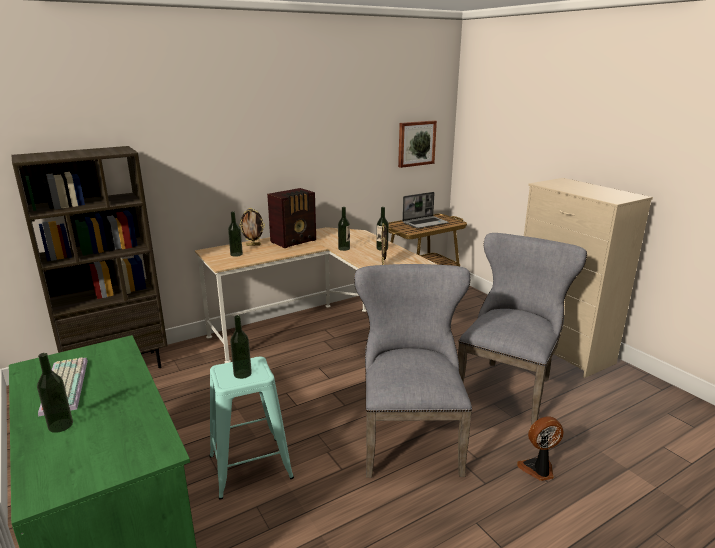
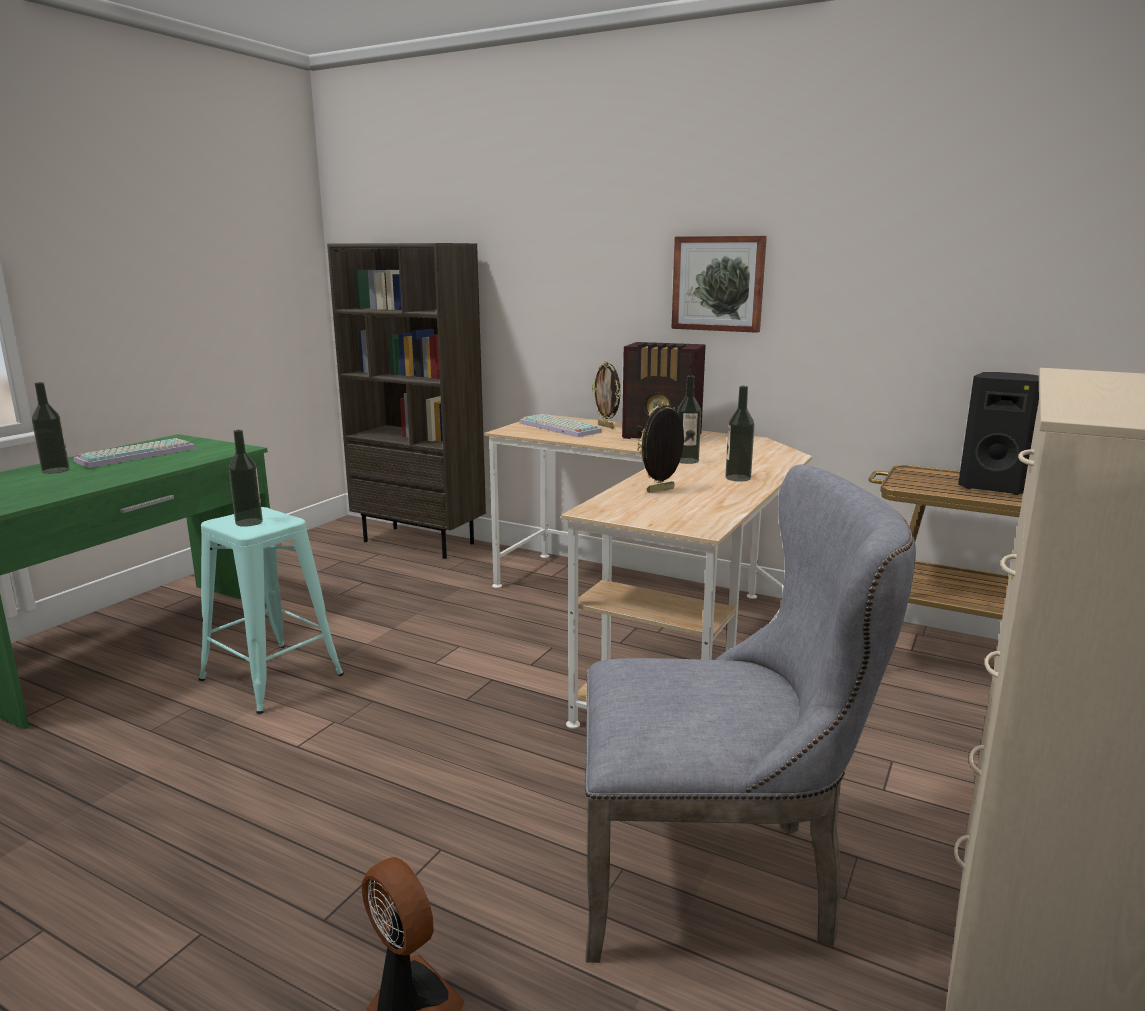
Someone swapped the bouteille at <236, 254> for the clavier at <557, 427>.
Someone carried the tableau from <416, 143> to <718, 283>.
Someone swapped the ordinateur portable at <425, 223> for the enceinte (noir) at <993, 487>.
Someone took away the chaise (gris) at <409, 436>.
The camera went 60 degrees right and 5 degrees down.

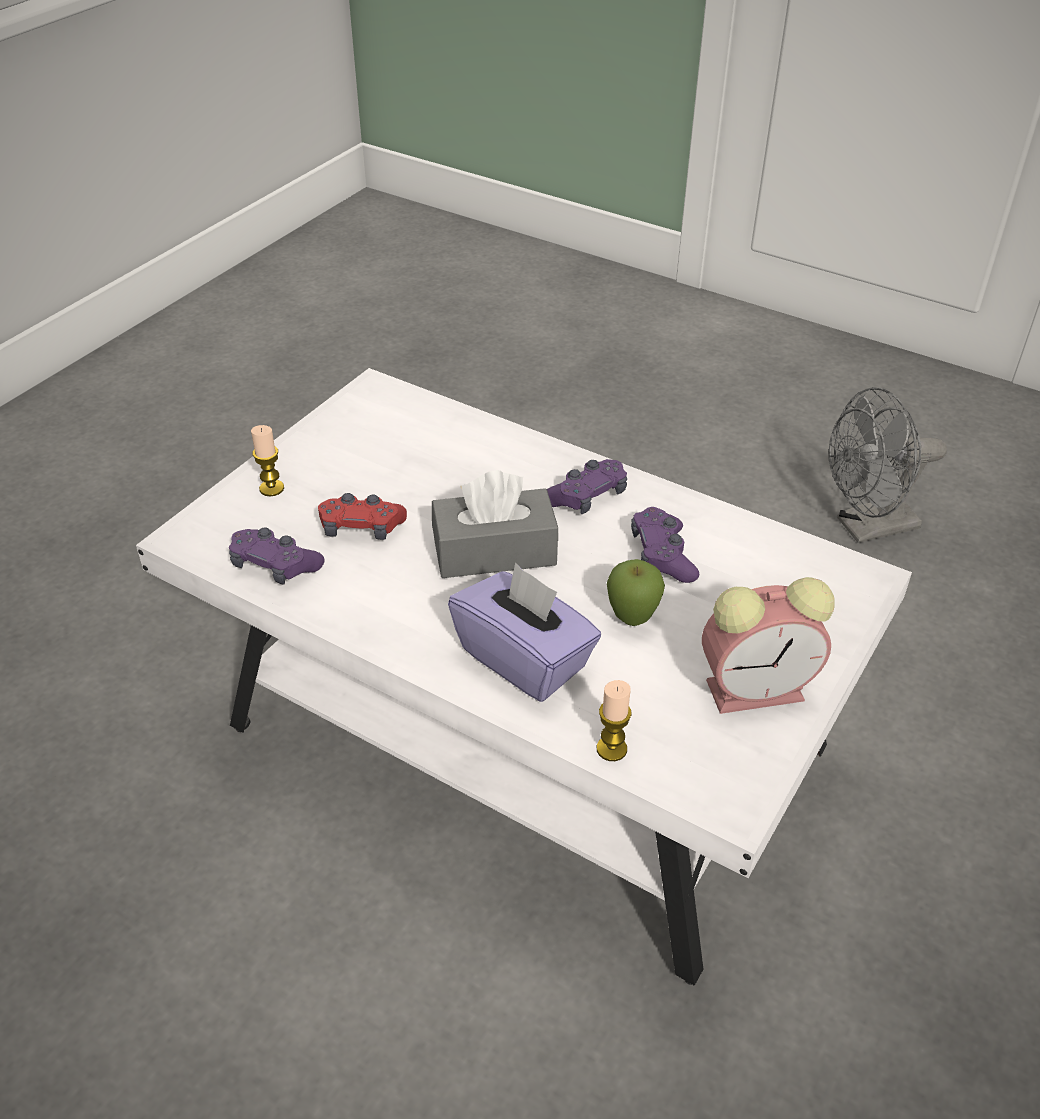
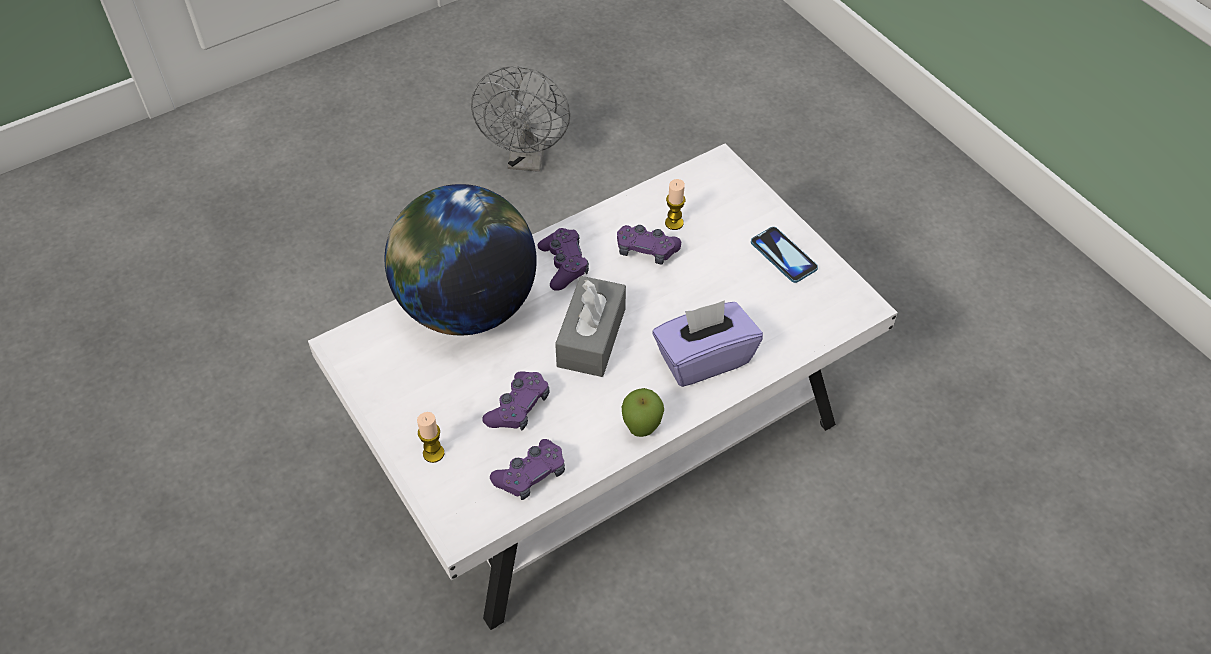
Someone put down the globe at <466, 306>.
Someone repainted the manette (rouge) at <361, 528>, which became the manette (violet) at <518, 407>.
Someone carried the pomme from <632, 620> to <641, 430>.
Someone carried the bougie from <611, 749> to <674, 223>.
Someone swapped the réveil at <758, 688> for the téléphone at <783, 256>.
The camera went 65 degrees left and 10 degrees up.

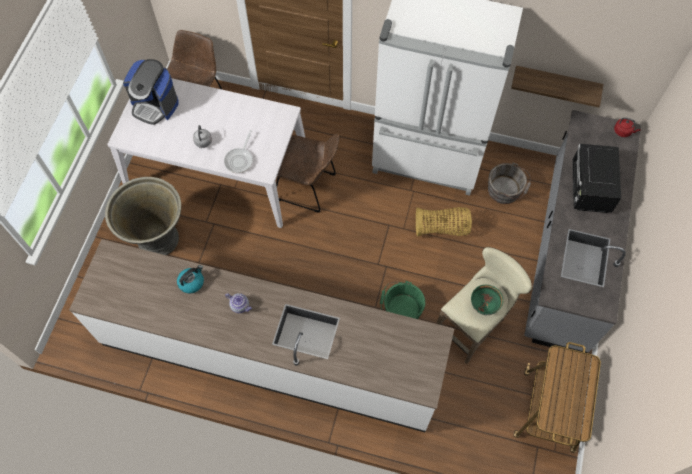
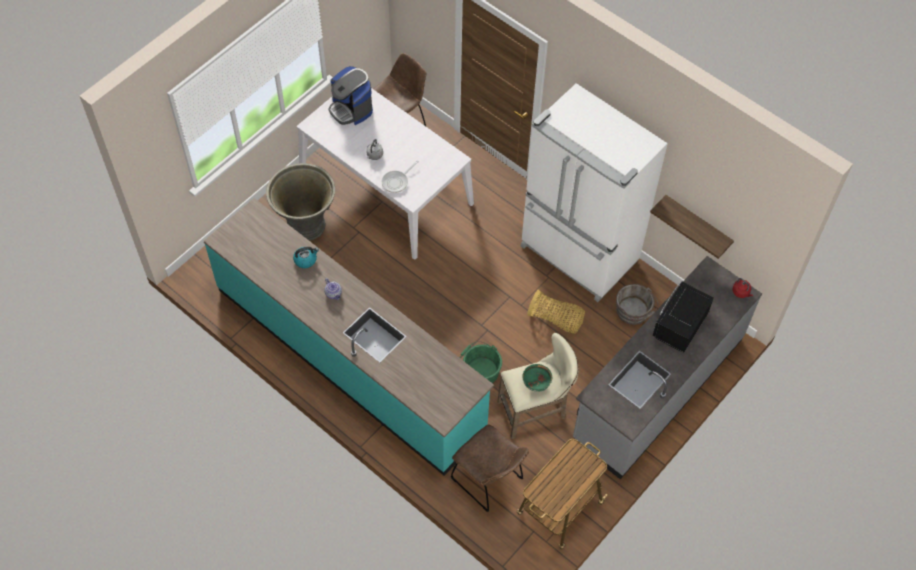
Someone repainted the comptoir de cuisine (blanc) at <270, 354>, which became the comptoir de cuisine (turquoise) at <350, 357>.
Someone carried the chaise (marron) from <309, 188> to <489, 481>.
The camera went 25 degrees right and 5 degrees down.

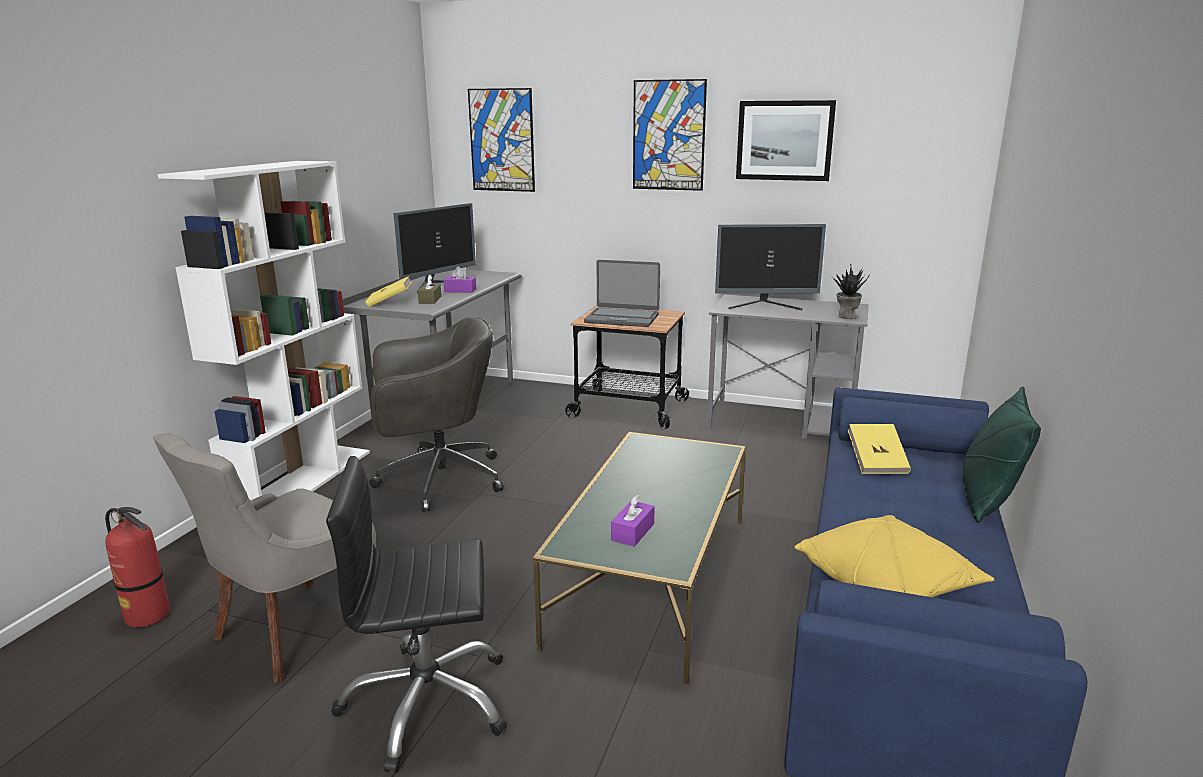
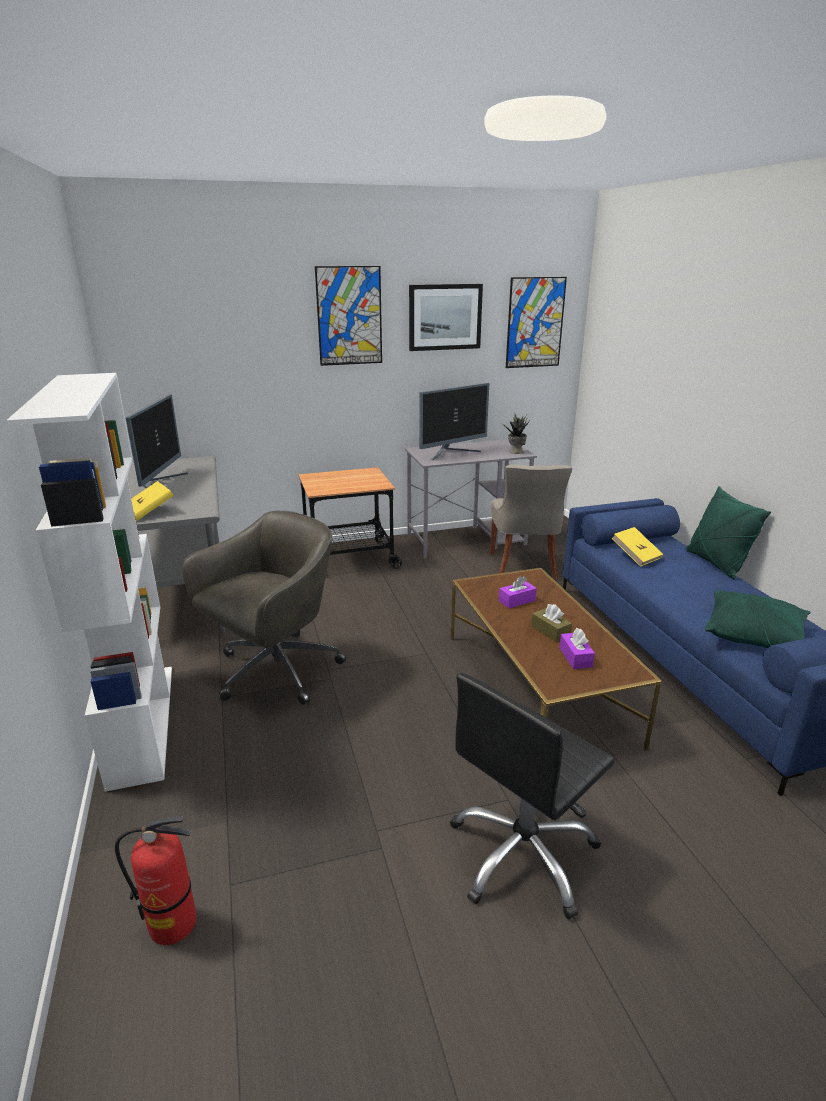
Someone repainted the table basse (vert) at <652, 578>, which became the table basse (marron) at <537, 687>.
Someone carried the chaise (gris) from <292, 632> to <524, 567>.
Someone carried the boîte à mouchoirs (violet) from <460, 290> to <516, 601>.
Someone carried the tableau from <502, 140> to <535, 323>.
Someone carried the boîte à mouchoirs (marron) from <430, 300> to <550, 631>.
Someone repainted the coussin (jaune) at <887, 584>, which became the coussin (vert) at <754, 635>.
Someone took away the ordinateur portable at <622, 318>.
The camera went 35 degrees left and 5 degrees up.

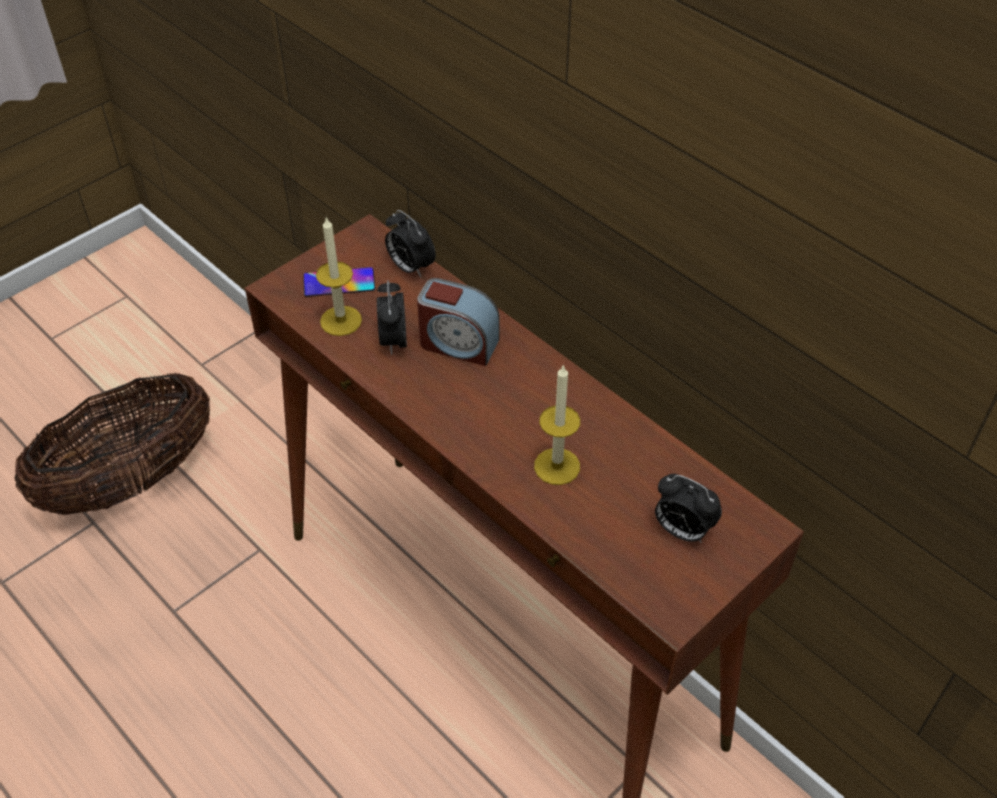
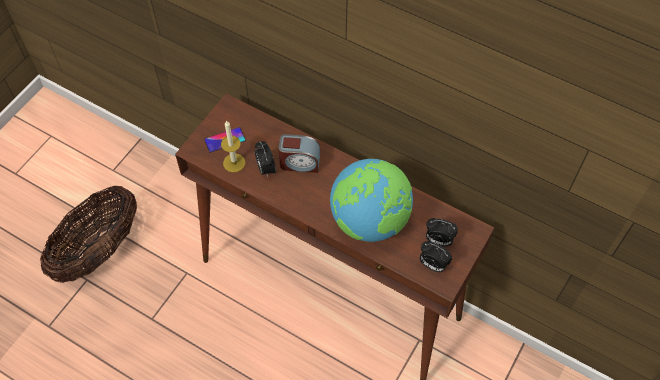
Someone swapped the bougie at <557, 466> for the globe at <370, 220>.
Someone carried the réveil from <410, 267> to <432, 265>.
The camera went 15 degrees left and 10 degrees up.

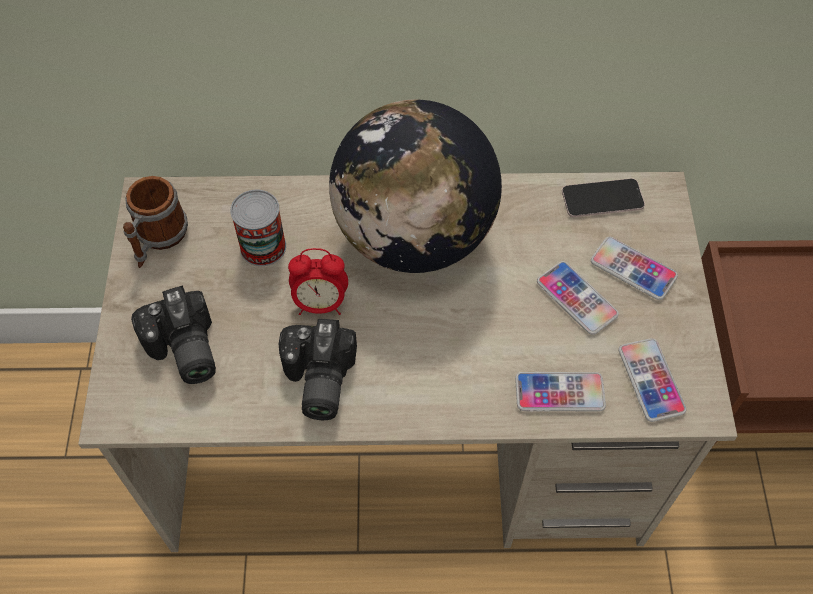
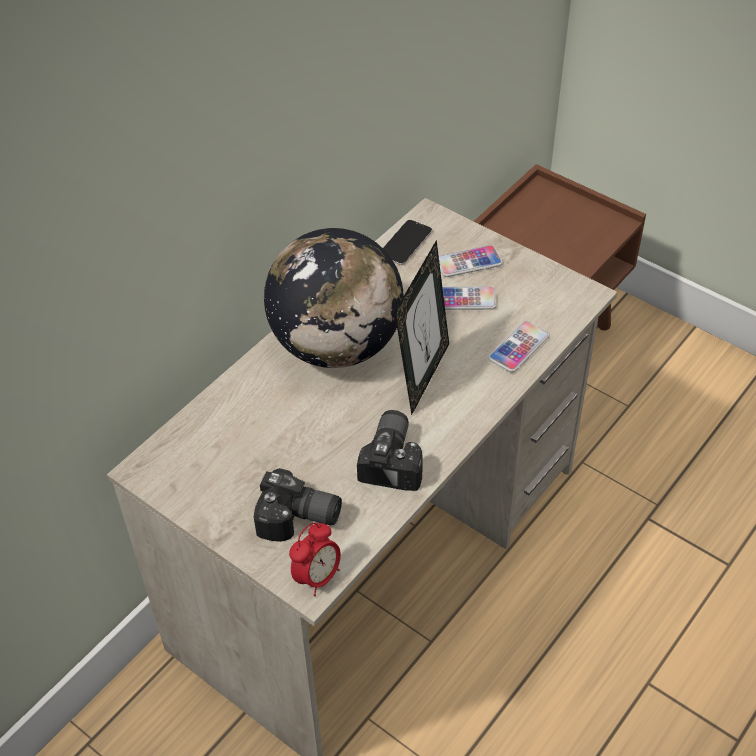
Someone carried the réveil from <320, 303> to <317, 577>.
Someone rotated the appareil photo at <316, 381> by 120 degrees counterclockwise.
Someone put down the cadre photo at <422, 376>.
Someone took away the mug at <158, 239>.
Someone took away the boîte métallique at <263, 247>.
Someone took away the téléphone at <651, 380>.
The camera went 50 degrees left and 10 degrees down.

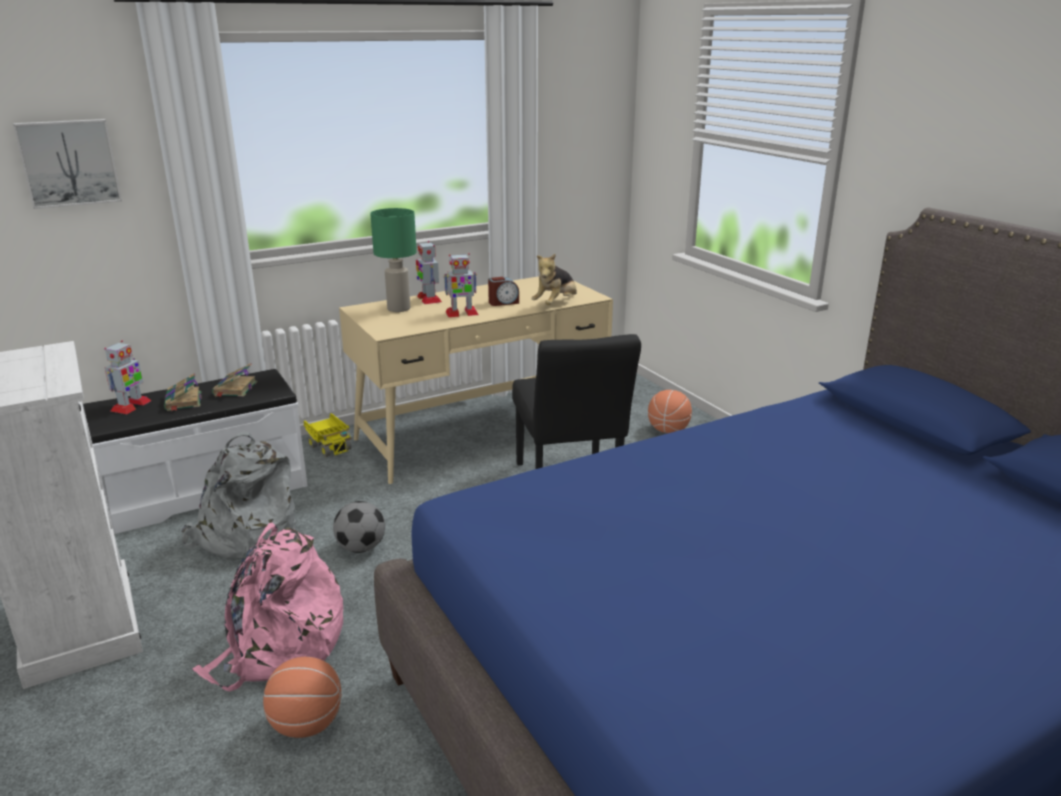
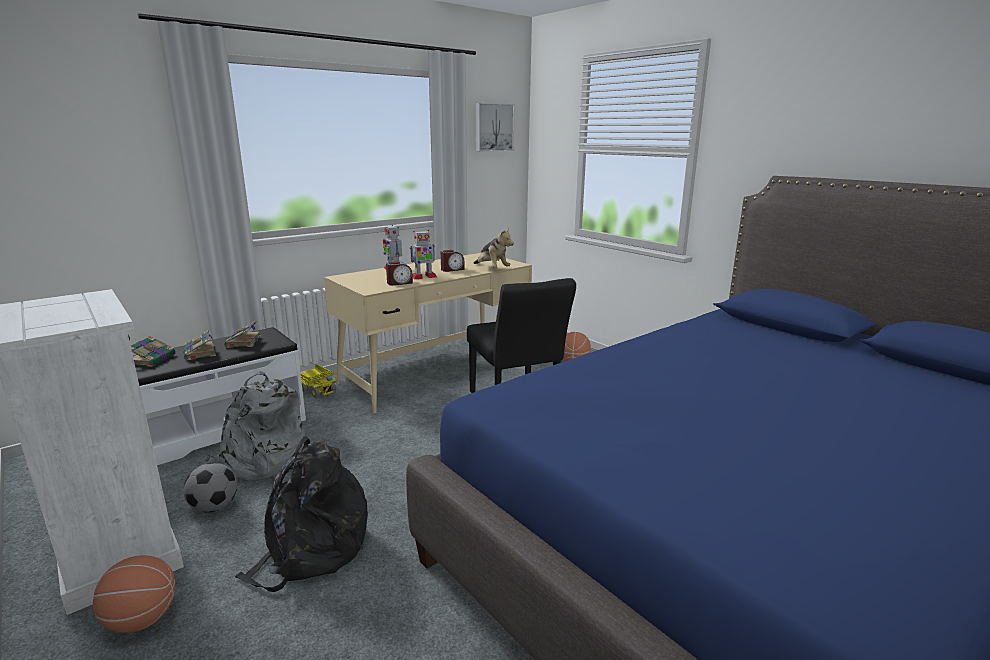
Someone carried the ballon de basket from <306, 724> to <141, 619>.
Someone swapped the robot jouet at <131, 406> for the livre at <153, 359>.
Someone carried the ballon de foot from <361, 547> to <214, 507>.
Someone repainted the sac à dos (rose) at <279, 648>, which became the sac à dos (noir) at <311, 549>.
Someone put down the réveil at <399, 283>.
Someone rotated the peluche at <556, 304> by 60 degrees counterclockwise.
Someone carried the tableau from <69, 163> to <493, 127>.
Someone took away the lampe de table (vert) at <399, 308>.
The camera went 10 degrees left and 5 degrees down.

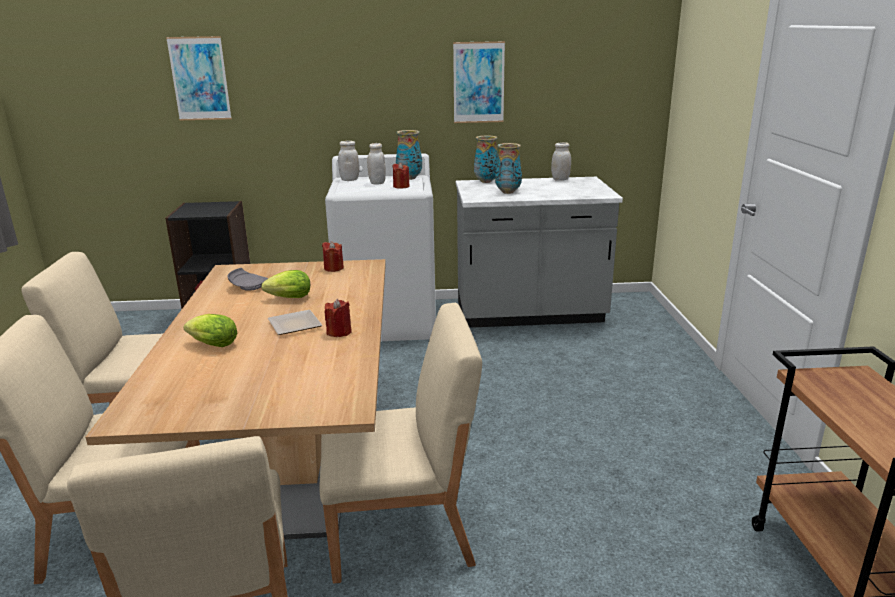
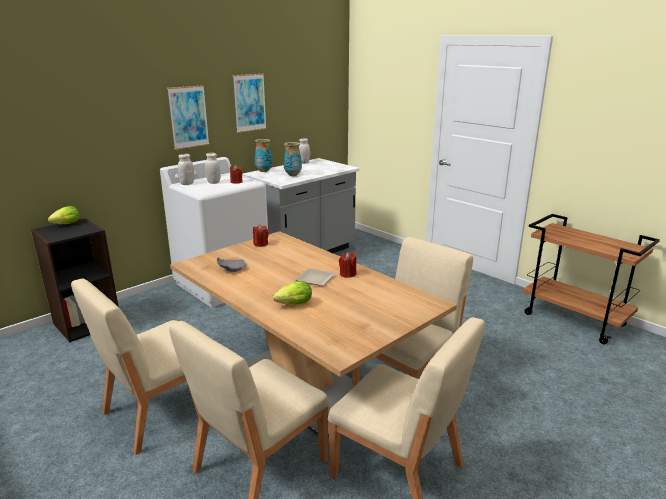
Someone carried the laitue from <287, 298> to <65, 225>.
Someone carried the tableau from <199, 79> to <188, 117>.
Someone took away the vase at <409, 178>.
The camera went 40 degrees left and 0 degrees up.

